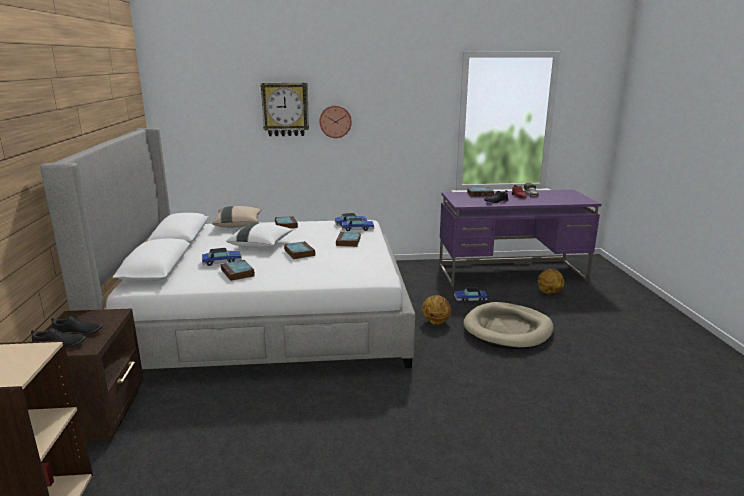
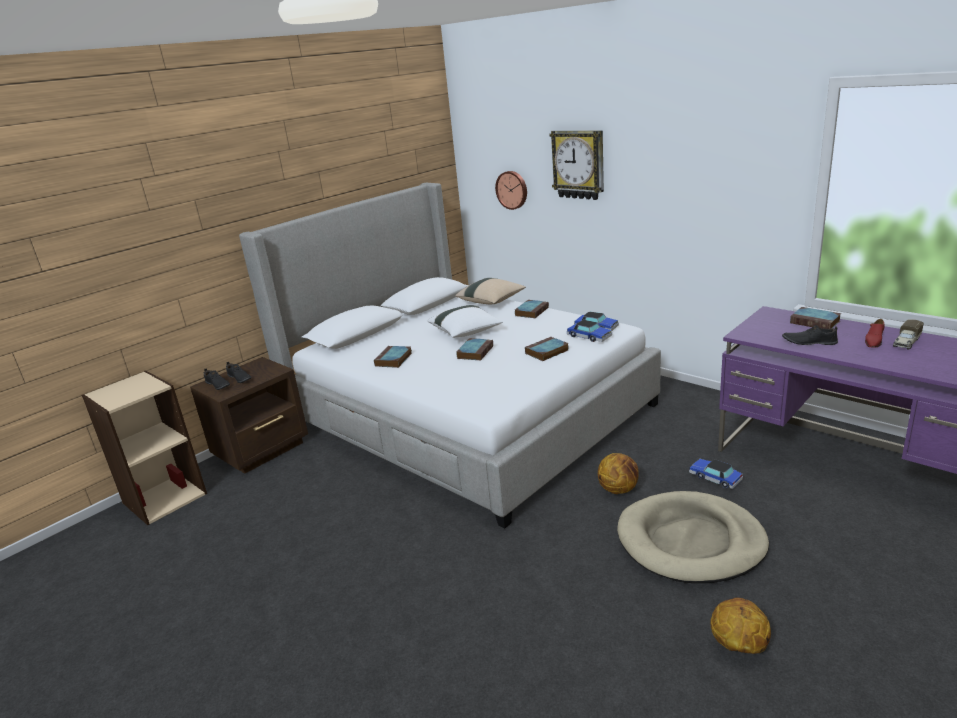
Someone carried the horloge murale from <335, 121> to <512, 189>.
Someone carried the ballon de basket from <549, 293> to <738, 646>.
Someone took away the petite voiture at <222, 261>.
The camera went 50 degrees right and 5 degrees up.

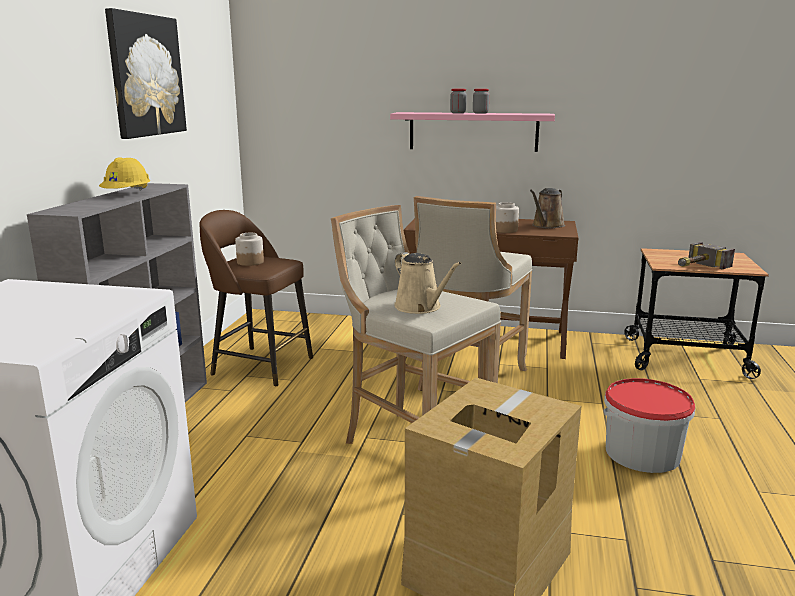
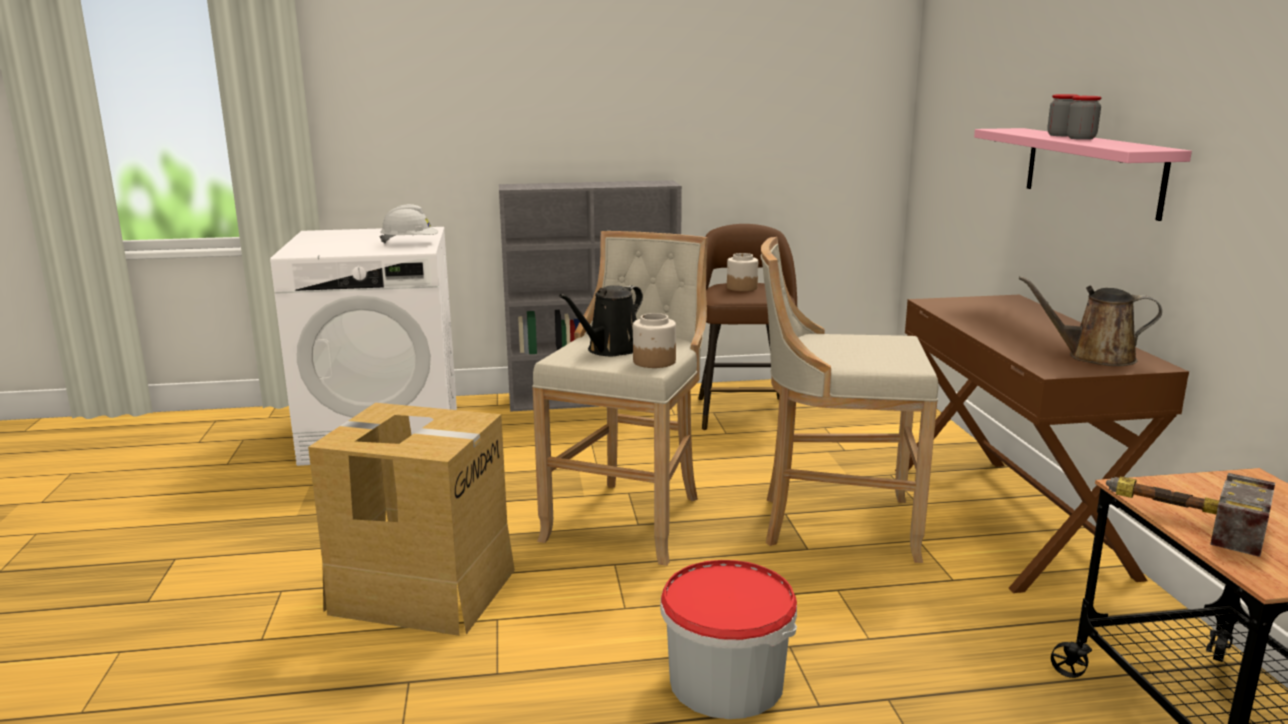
Someone put down the casque de chantier (blanc) at <410, 243>.
Someone repainted the arrosoir (beige) at <420, 307>, which became the arrosoir (noir) at <611, 350>.
Someone carried the bocal from <505, 230> to <653, 361>.
Someone took away the casque de chantier (jaune) at <127, 194>.
Someone took away the tableau at <146, 75>.
The camera went 70 degrees right and 0 degrees up.

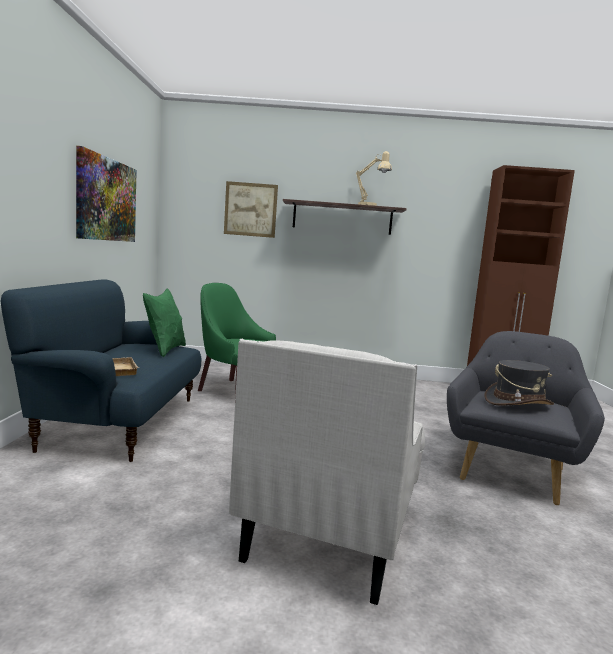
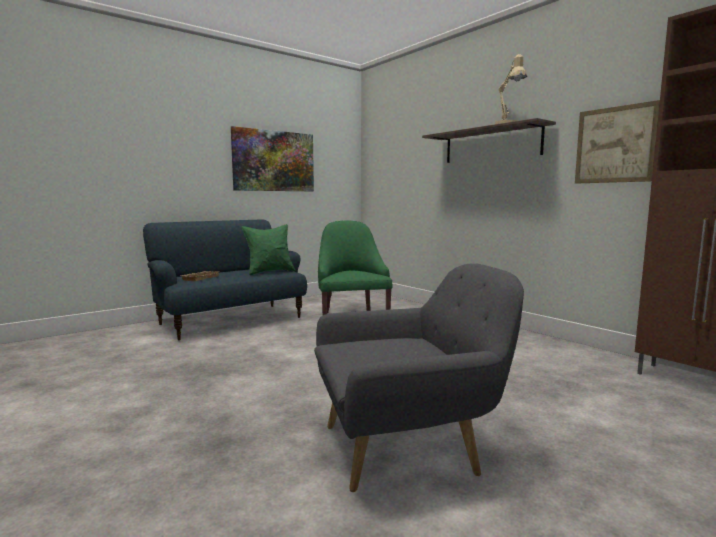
Someone carried the tableau from <250, 209> to <615, 145>.
Someone took away the fauteuil (blanc) at <331, 533>.
Someone took away the chapeau (gris) at <518, 403>.
The camera went 50 degrees right and 0 degrees up.

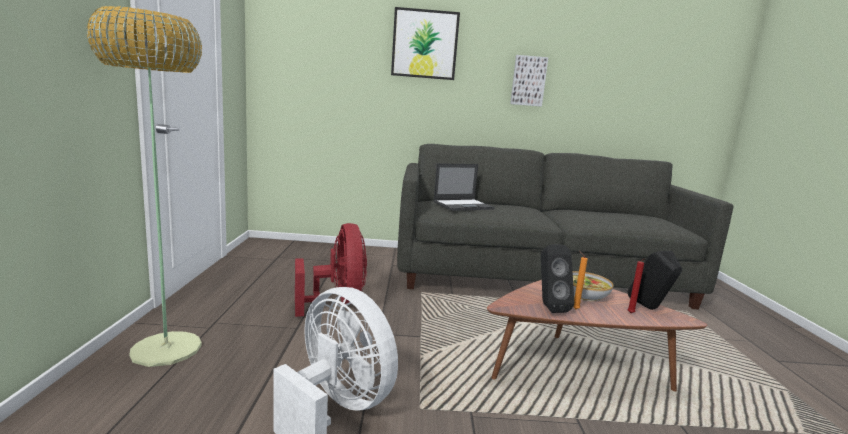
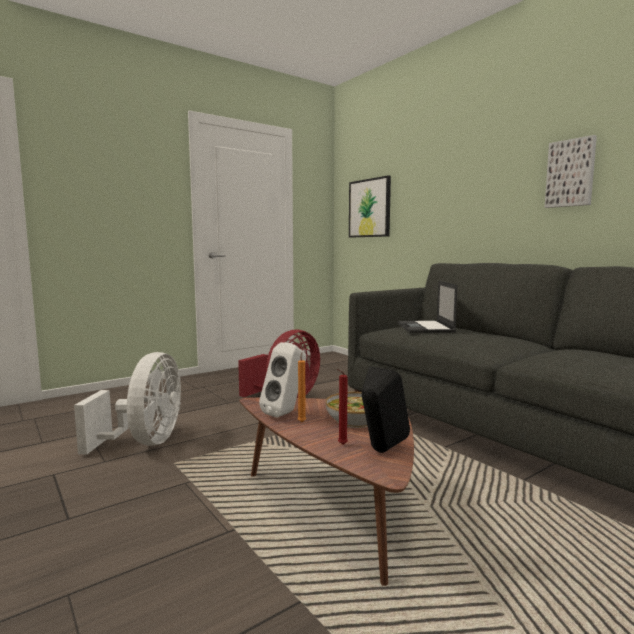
Someone repainted the enceinte (noir) at <549, 307>, which became the enceinte (blanc) at <286, 413>.
Someone carried the tableau from <425, 44> to <369, 208>.
Someone rotated the ordinateur portable at <463, 205> by 60 degrees clockwise.
Someone took away the lampadaire at <166, 349>.
The camera went 55 degrees right and 5 degrees down.

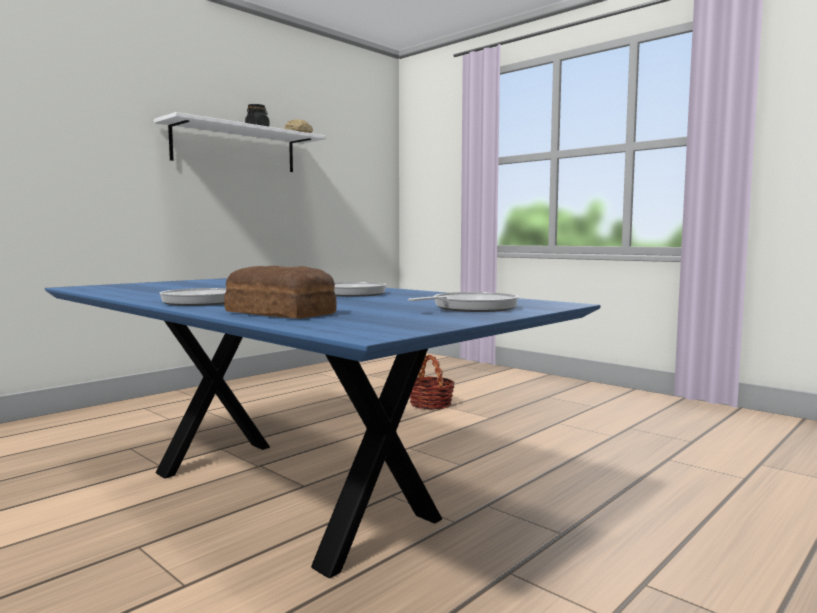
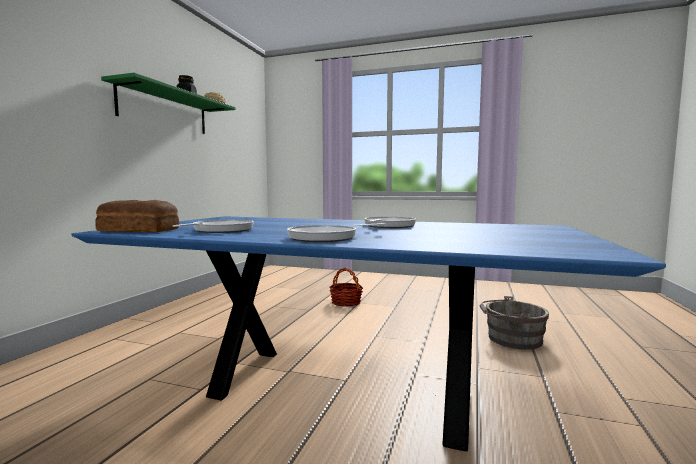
Someone carried the pain from <280, 312> to <138, 230>.
Someone repainted the étagère (blanc) at <235, 148>, which became the étagère (vert) at <165, 110>.
Someone carried the poêle from <470, 308> to <220, 230>.
Someone put down the seau (gris) at <511, 339>.
The camera went 25 degrees left and 0 degrees up.

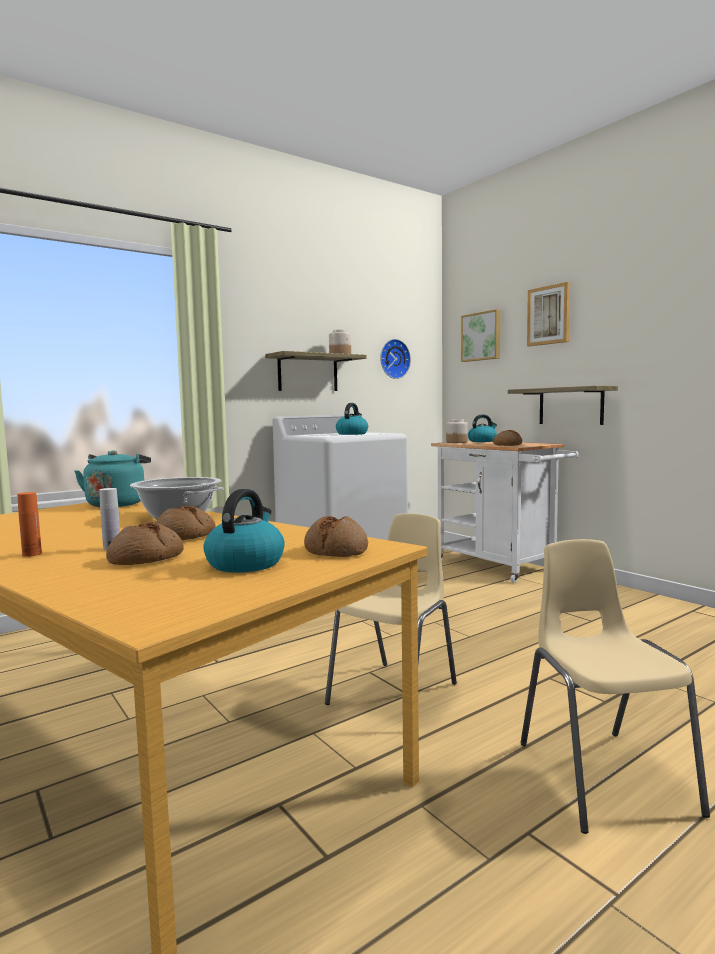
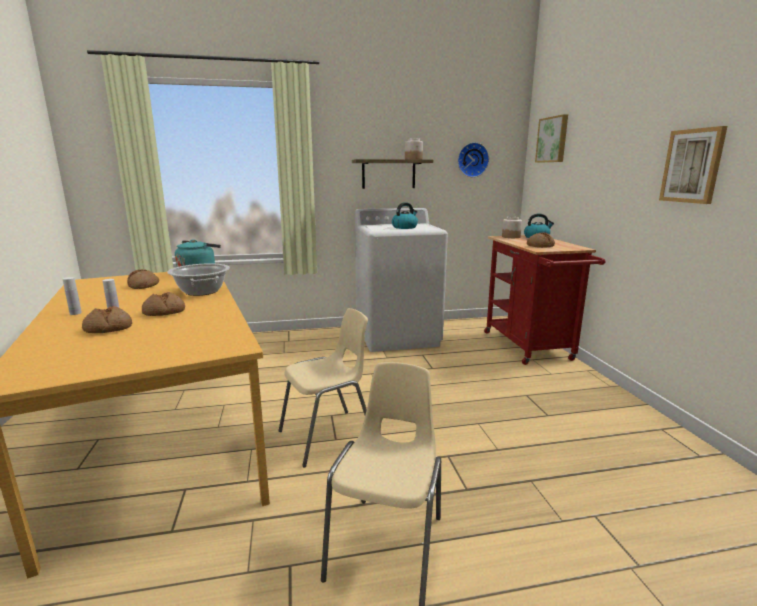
Someone repainted the bouteille (orange) at <32, 554>, which became the bouteille (blanc) at <75, 313>.
Someone carried the pain from <336, 550> to <144, 285>.
Someone repainted the chariot (blanc) at <500, 567>, which became the chariot (rouge) at <530, 348>.
Someone carried the tableau from <549, 315> to <692, 166>.
Someone took away the bouilloire at <245, 563>.
Someone took away the étagère at <570, 406>.
The camera went 25 degrees right and 10 degrees up.

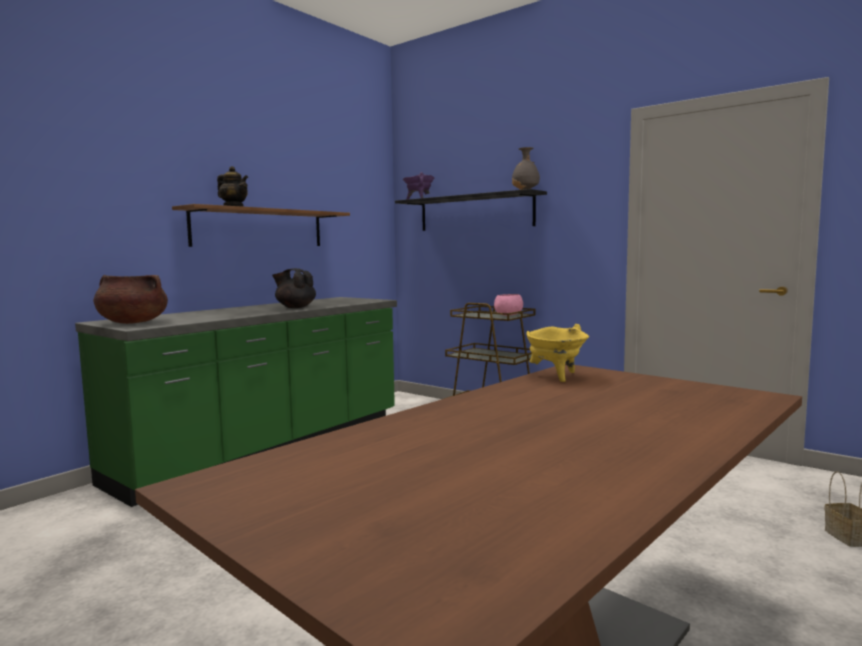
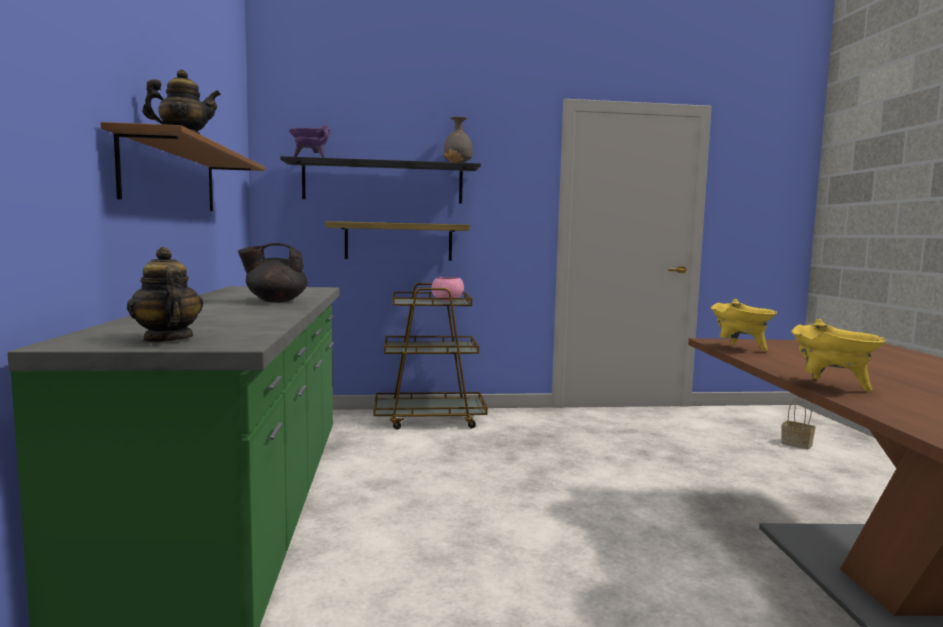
Someone swapped the marmite (marron) at <132, 323> for the théière at <167, 339>.
Someone put up the étagère at <398, 241>.
Someone put down the marmite (jaune) at <831, 386>.
The camera went 45 degrees left and 0 degrees up.

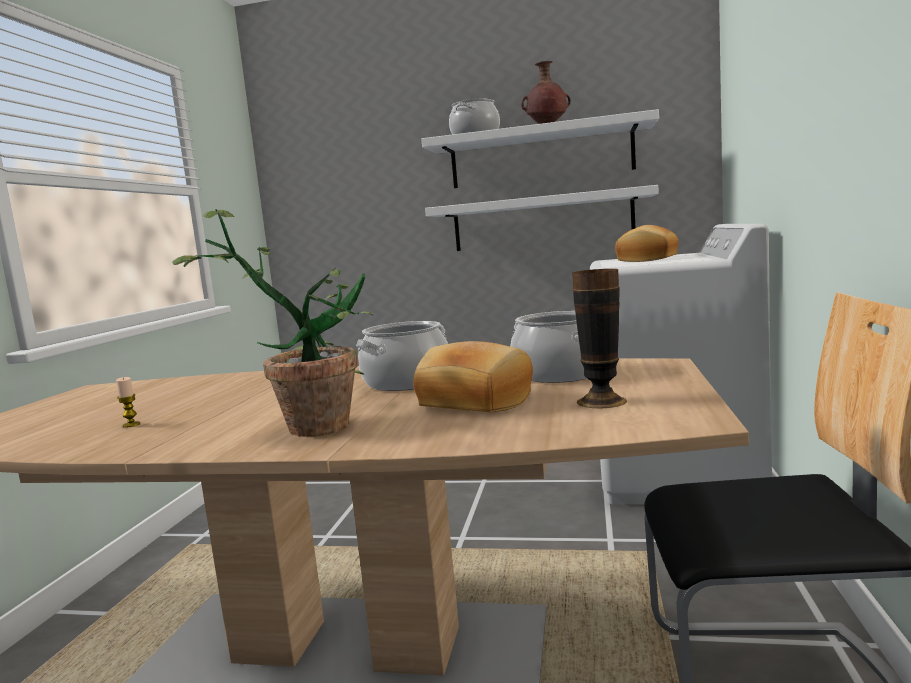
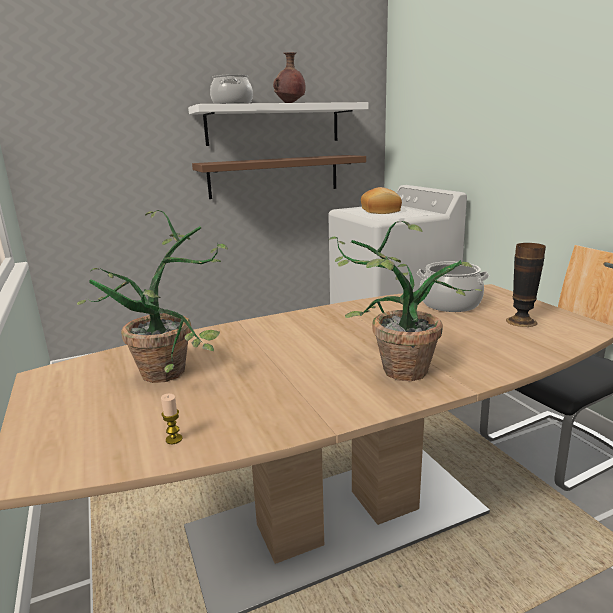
Someone put down the plante en pot at <176, 370>.
Someone carried the bougie from <131, 425> to <174, 439>.
Someone repainted the étagère (blanc) at <542, 221>, which became the étagère (marron) at <274, 176>.
Someone took away the marmite at <406, 382>.
Someone took away the pain at <474, 402>.
The camera went 35 degrees left and 10 degrees up.

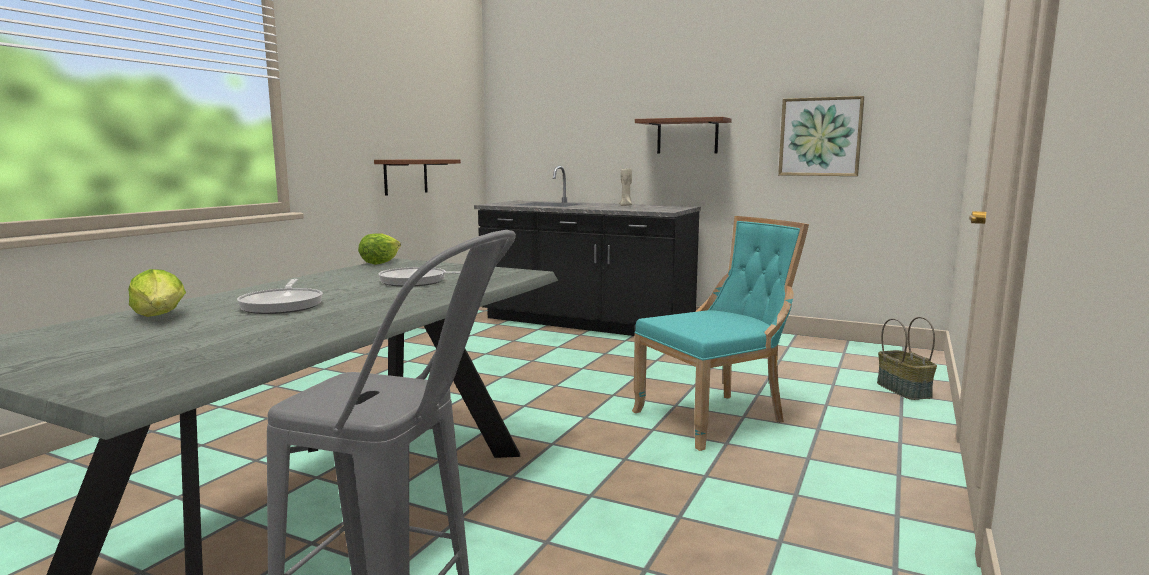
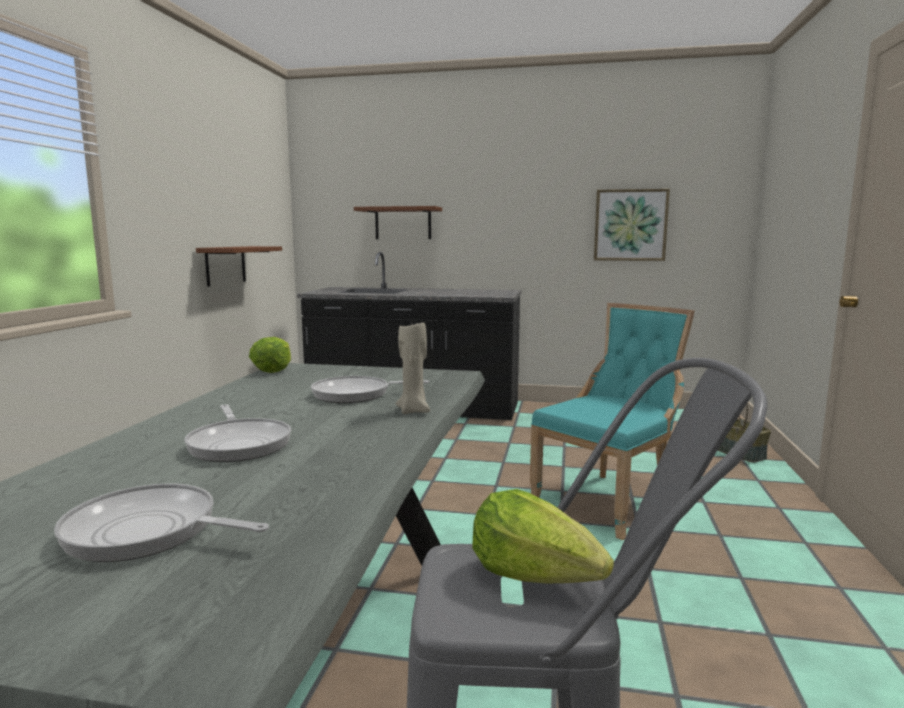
Someone put down the poêle at <148, 532>.
Someone carried the étagère (marron) from <687, 136> to <403, 223>.
Someone carried the bougie (beige) from <626, 205> to <414, 410>.
Someone carried the laitue from <160, 316> to <535, 575>.
The camera went 15 degrees left and 0 degrees up.

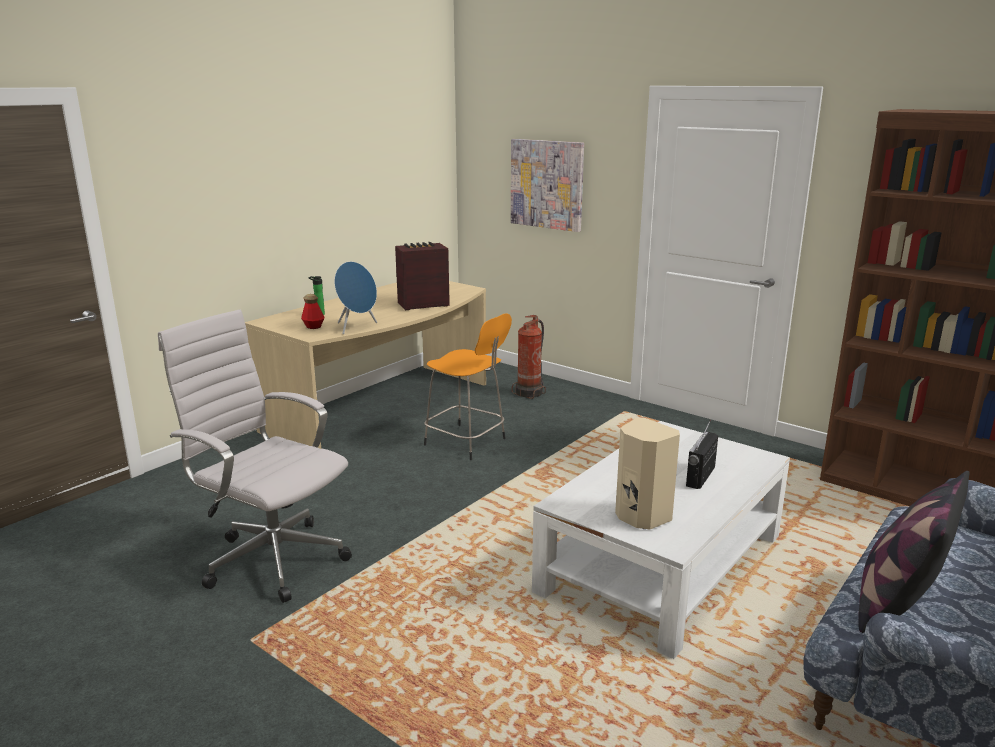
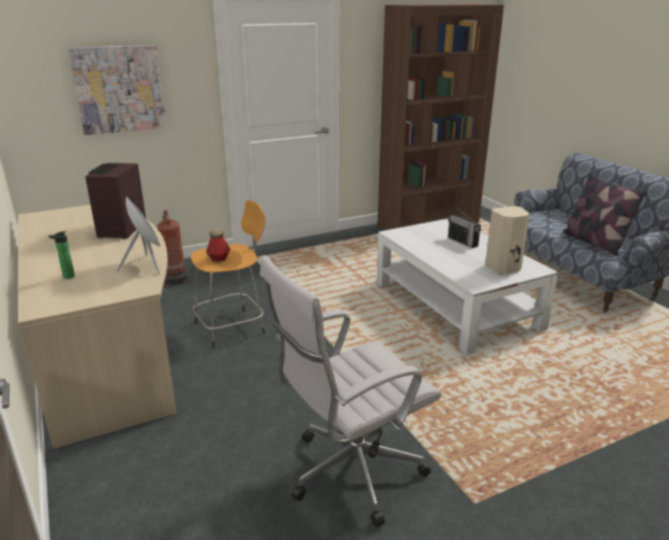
Someone repainted the enceinte (bleu) at <356, 327>, which became the enceinte (gris) at <146, 265>.
Someone carried the bouteille from <313, 326> to <219, 258>.
The camera went 65 degrees left and 5 degrees up.

